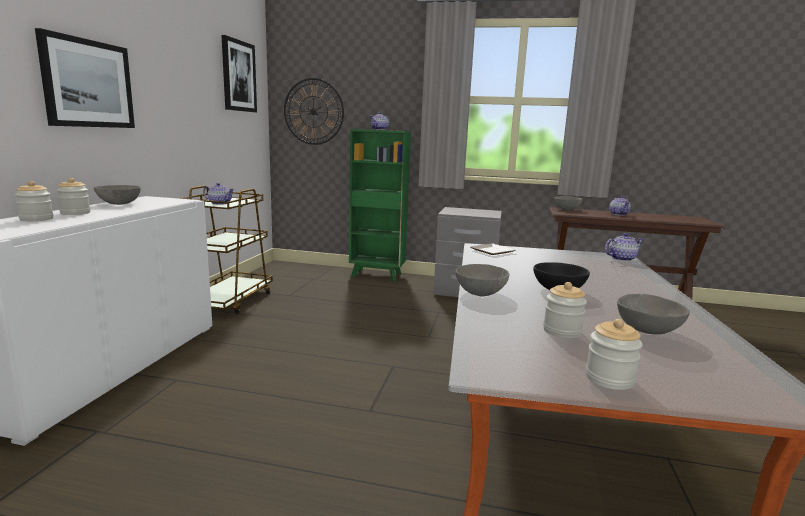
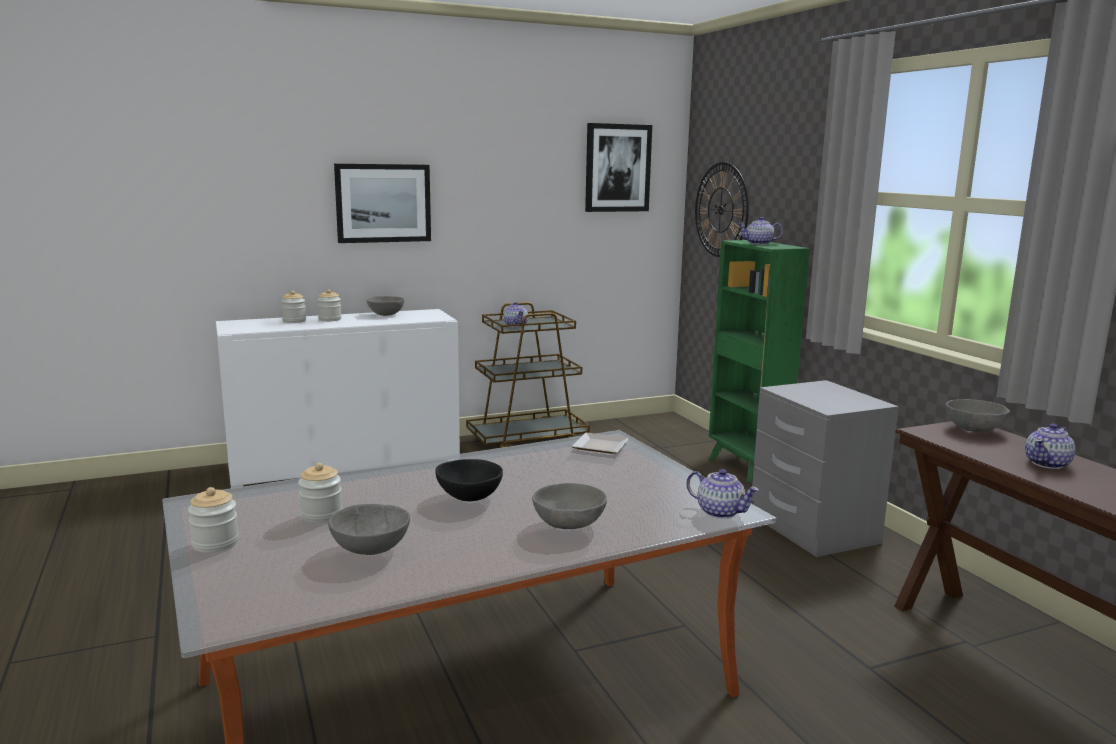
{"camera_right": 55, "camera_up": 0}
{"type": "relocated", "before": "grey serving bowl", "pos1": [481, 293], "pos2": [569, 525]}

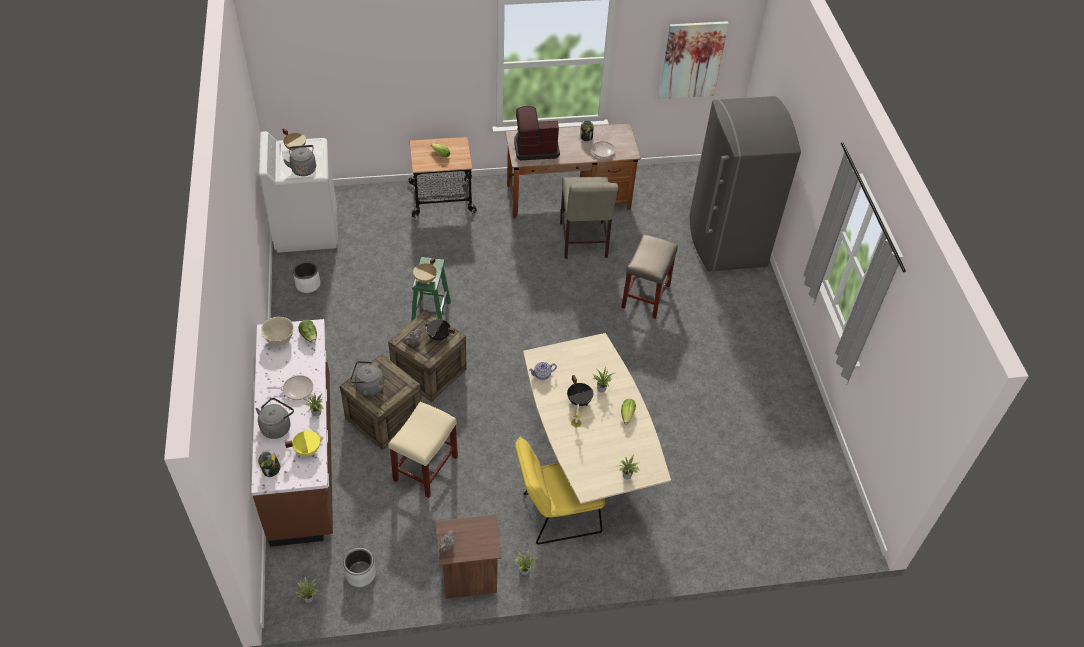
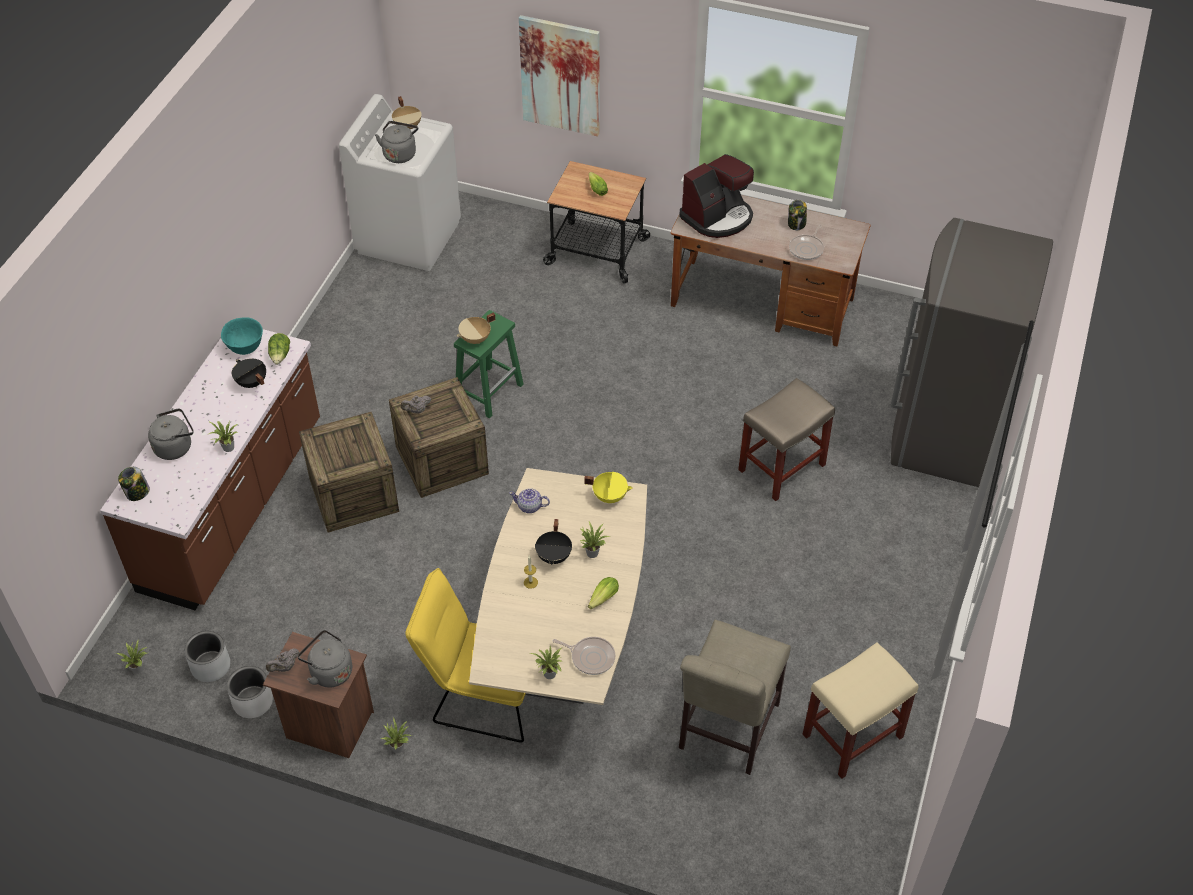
{"camera_right": 30, "camera_up": 0}
{"type": "relocated", "before": "pan", "pos1": [296, 389], "pos2": [590, 657]}
{"type": "relocated", "before": "yellowish stockpot", "pos1": [307, 449], "pos2": [609, 496]}
{"type": "relocated", "before": "white plant pot", "pos1": [308, 284], "pos2": [252, 702]}
{"type": "relocated", "before": "grey tea kettle", "pos1": [368, 387], "pos2": [329, 671]}
{"type": "relocated", "before": "beige-coloured sitting stool", "pos1": [425, 469], "pos2": [852, 737]}
{"type": "relocated", "before": "blackish stockpot", "pos1": [438, 336], "pos2": [251, 383]}
{"type": "relocated", "before": "beige-coloured plain chair", "pos1": [583, 242], "pos2": [726, 730]}
{"type": "relocated", "before": "picture", "pos1": [692, 60], "pos2": [560, 75]}
{"type": "colour", "before": "beige-coloured serving bowl", "after": "turquoise serving bowl", "pos1": [279, 339], "pos2": [245, 347]}
{"type": "spun", "before": "coffee maker", "pos1": [535, 147], "pos2": [718, 217], "turn": 120}

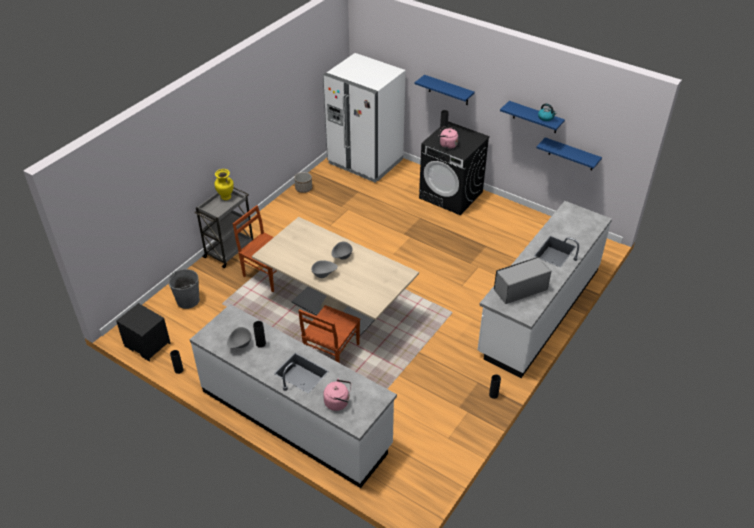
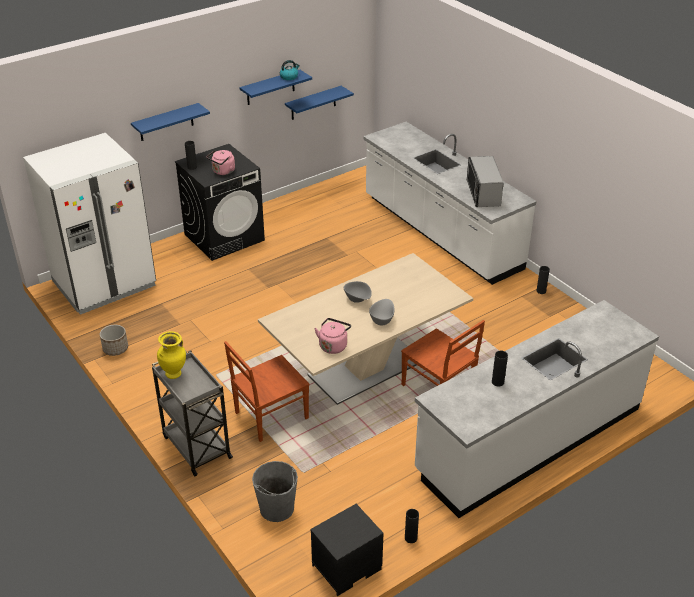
{"camera_right": -70, "camera_up": -5}
{"type": "missing", "before": "grey serving bowl", "pos1": [240, 345]}
{"type": "relocated", "before": "pink tea kettle", "pos1": [338, 402], "pos2": [333, 345]}

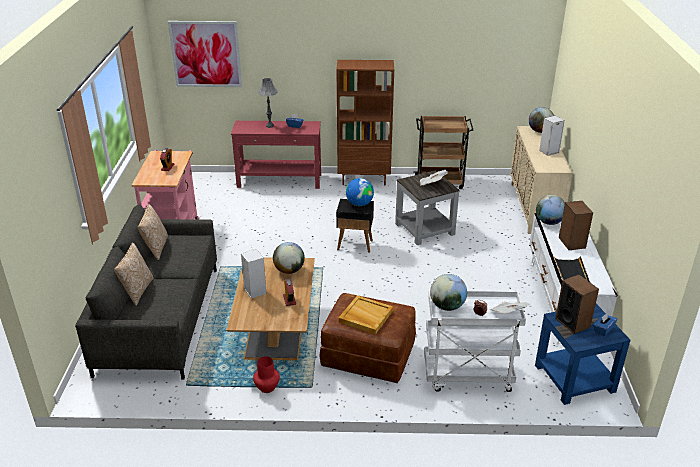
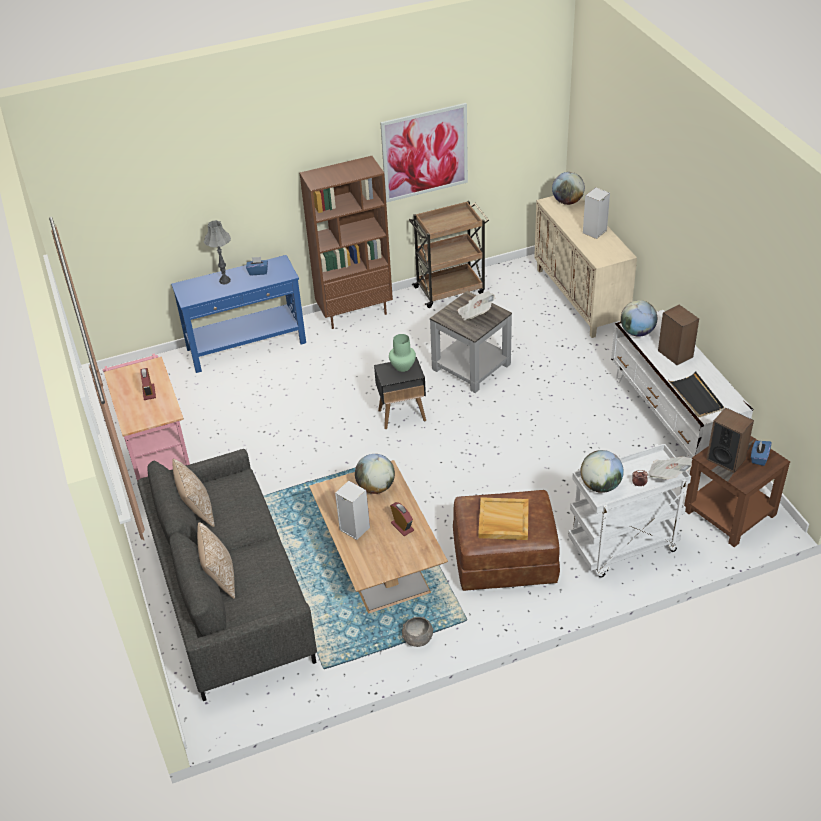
{"camera_right": -20, "camera_up": 10}
{"type": "relocated", "before": "picture", "pos1": [206, 54], "pos2": [425, 152]}
{"type": "exchanged", "before": "reddish flower vase", "after": "grey serving bowl", "pos1": [266, 387], "pos2": [417, 638]}
{"type": "exchanged", "before": "globe", "after": "green flower vase", "pos1": [359, 204], "pos2": [403, 367]}
{"type": "colour", "before": "reddish hall table", "after": "bluish hall table", "pos1": [280, 181], "pos2": [247, 346]}
{"type": "colour", "before": "bluish end table", "after": "brownish end table", "pos1": [574, 379], "pos2": [730, 513]}

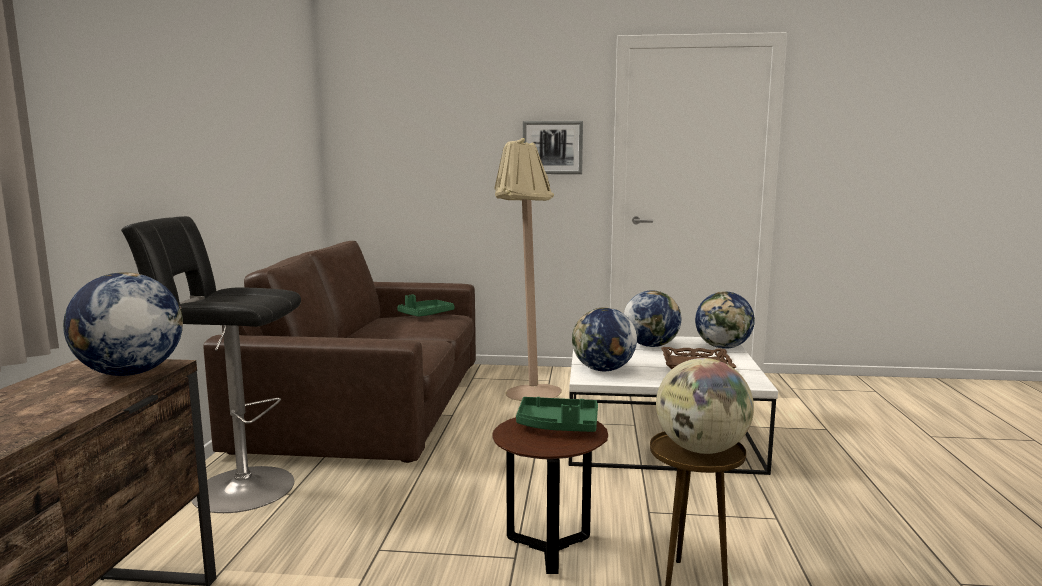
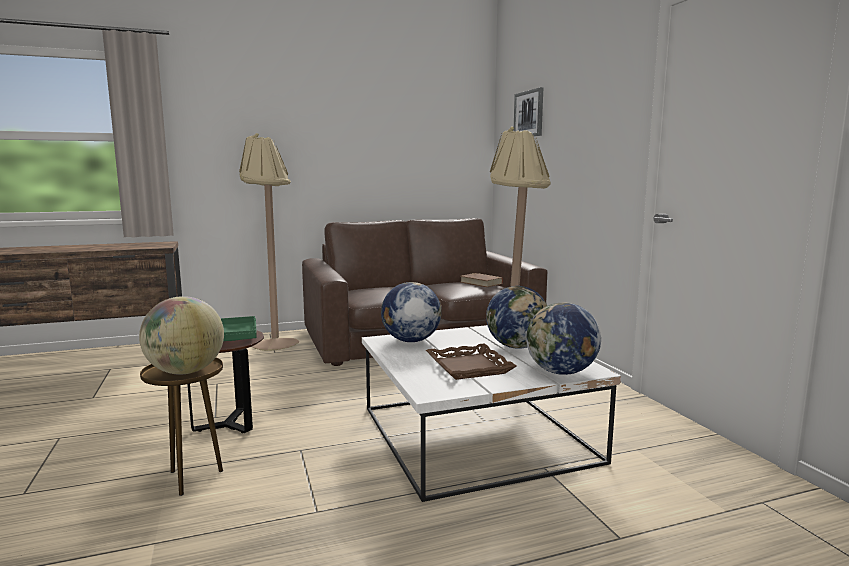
{"camera_right": 65, "camera_up": 0}
{"type": "missing", "before": "globe", "pos1": [129, 373]}
{"type": "relocated", "before": "picture", "pos1": [552, 147], "pos2": [529, 114]}
{"type": "exchanged", "before": "blackish sitting stool", "after": "beige-coloured floor lamp", "pos1": [236, 488], "pos2": [275, 342]}
{"type": "exchanged", "before": "green carrying tray", "after": "brownish bound book", "pos1": [425, 314], "pos2": [481, 283]}

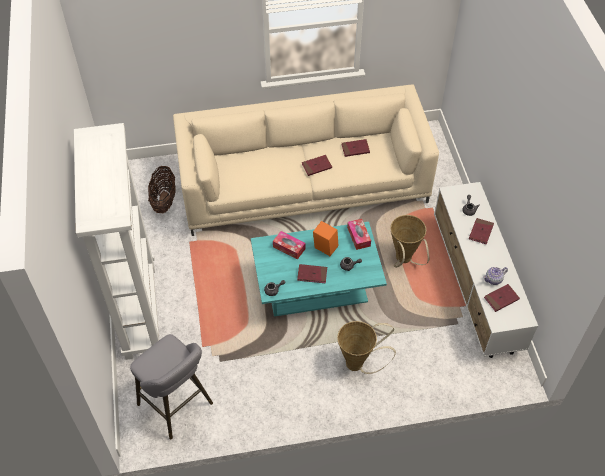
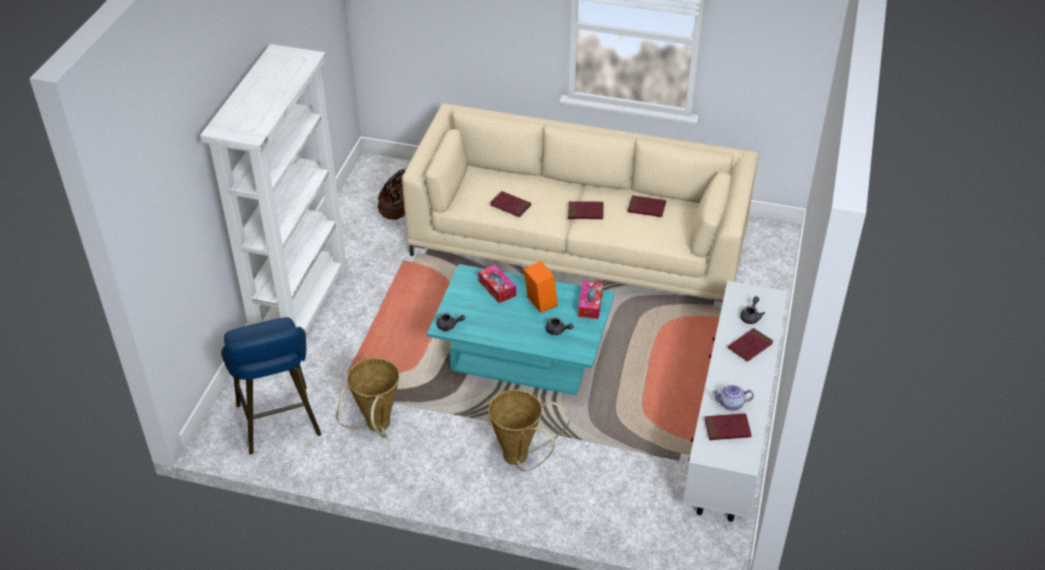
{"camera_right": 25, "camera_up": -10}
{"type": "relocated", "before": "reddish bound book", "pos1": [312, 274], "pos2": [510, 205]}
{"type": "relocated", "before": "household basket", "pos1": [404, 261], "pos2": [376, 428]}
{"type": "colour", "before": "grey sitting stool", "after": "bluish sitting stool", "pos1": [178, 406], "pos2": [279, 424]}

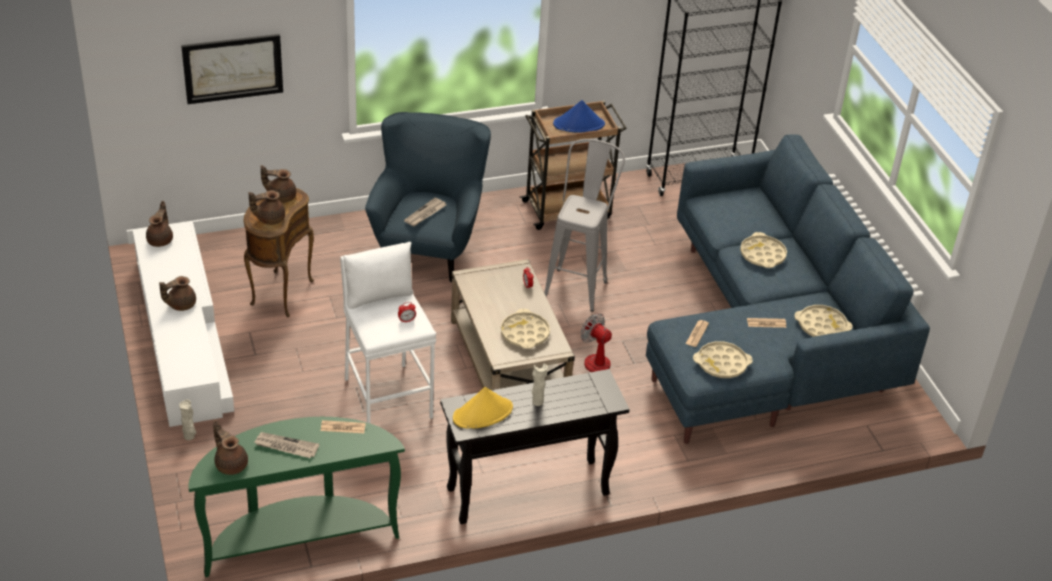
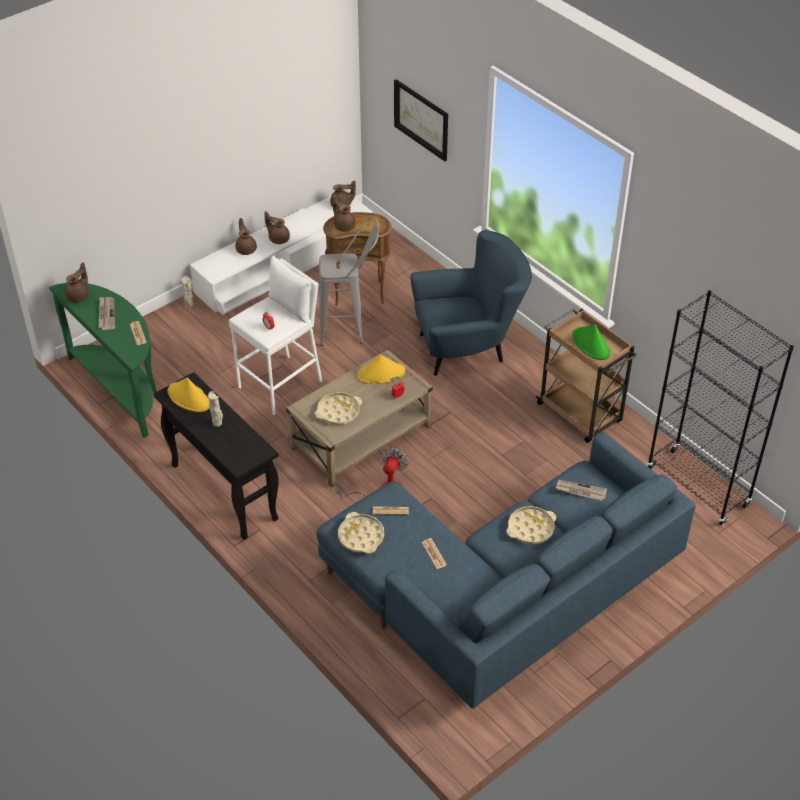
{"camera_right": 70, "camera_up": 5}
{"type": "missing", "before": "beige-coloured carrying tray", "pos1": [822, 326]}
{"type": "appeared", "after": "yellowish hat", "pos2": [381, 374]}
{"type": "relocated", "before": "brownish pot for tea", "pos1": [281, 196], "pos2": [246, 249]}
{"type": "relocated", "before": "printed paper", "pos1": [425, 214], "pos2": [580, 491]}
{"type": "relocated", "before": "grey sitting stool", "pos1": [578, 283], "pos2": [350, 329]}
{"type": "colour", "before": "bluish hat", "after": "green hat", "pos1": [579, 124], "pos2": [591, 344]}

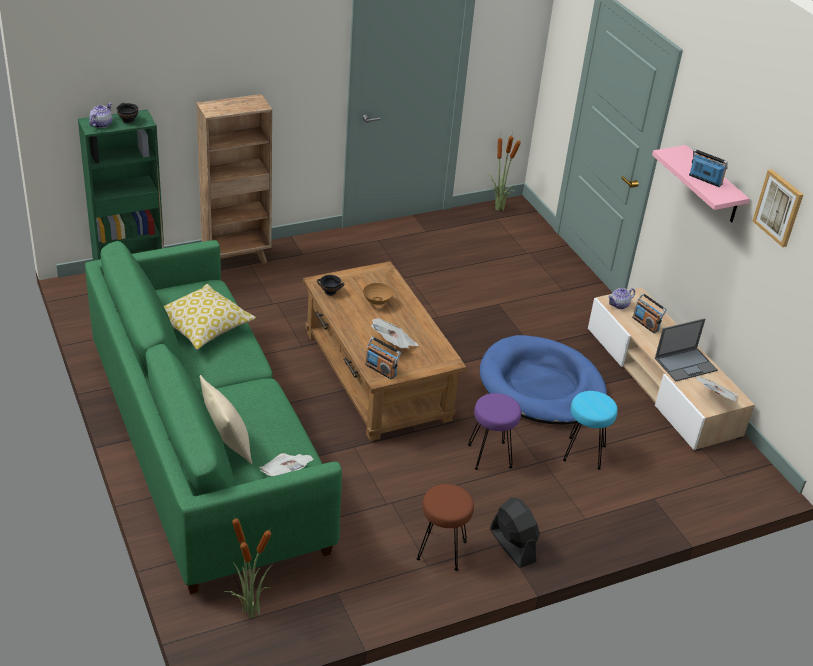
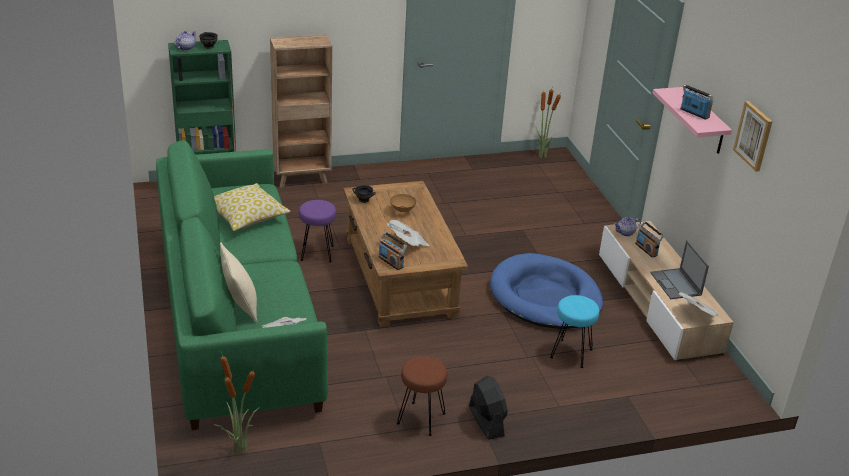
{"camera_right": 10, "camera_up": -5}
{"type": "relocated", "before": "purple-coloured sitting stool", "pos1": [490, 456], "pos2": [317, 253]}
{"type": "spun", "before": "laptop", "pos1": [686, 364], "pos2": [676, 284], "turn": 90}

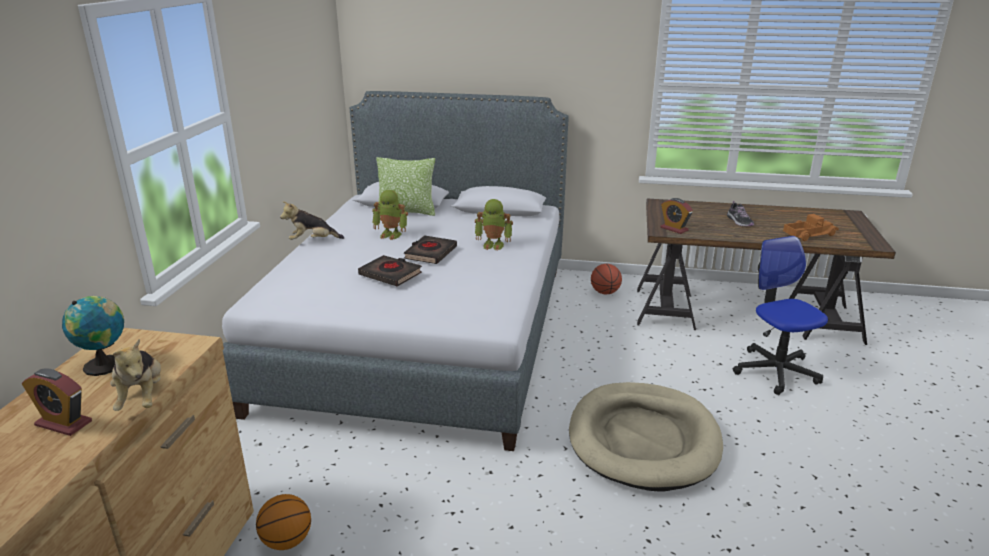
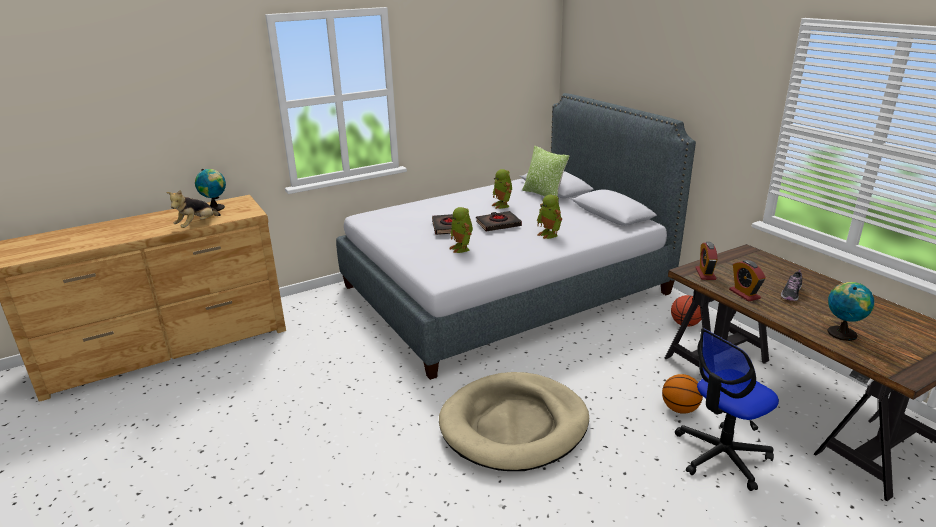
{"camera_right": 50, "camera_up": 0}
{"type": "missing", "before": "plush toy", "pos1": [312, 241]}
{"type": "appeared", "after": "toy robot", "pos2": [462, 248]}
{"type": "relocated", "before": "bedside clock", "pos1": [63, 423], "pos2": [744, 294]}
{"type": "relocated", "before": "ball for basketball", "pos1": [286, 541], "pos2": [679, 409]}
{"type": "exchanged", "before": "model truck", "after": "globe", "pos1": [808, 234], "pos2": [842, 332]}
{"type": "spun", "before": "computer chair", "pos1": [775, 371], "pos2": [721, 456], "turn": -150}

